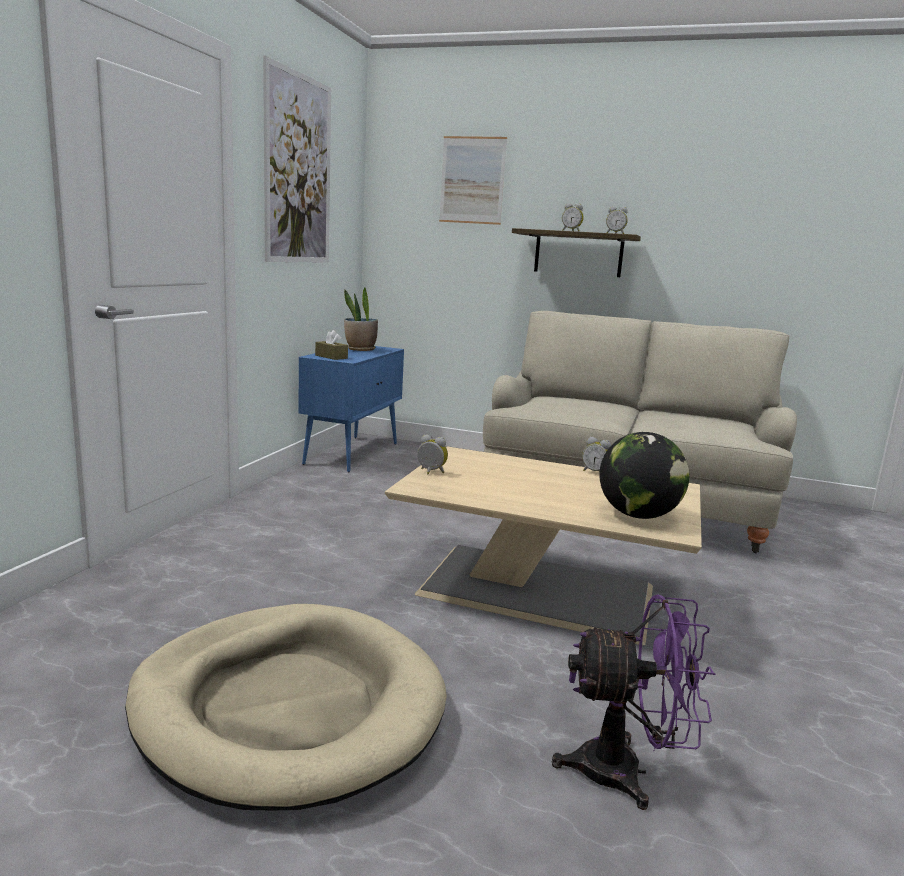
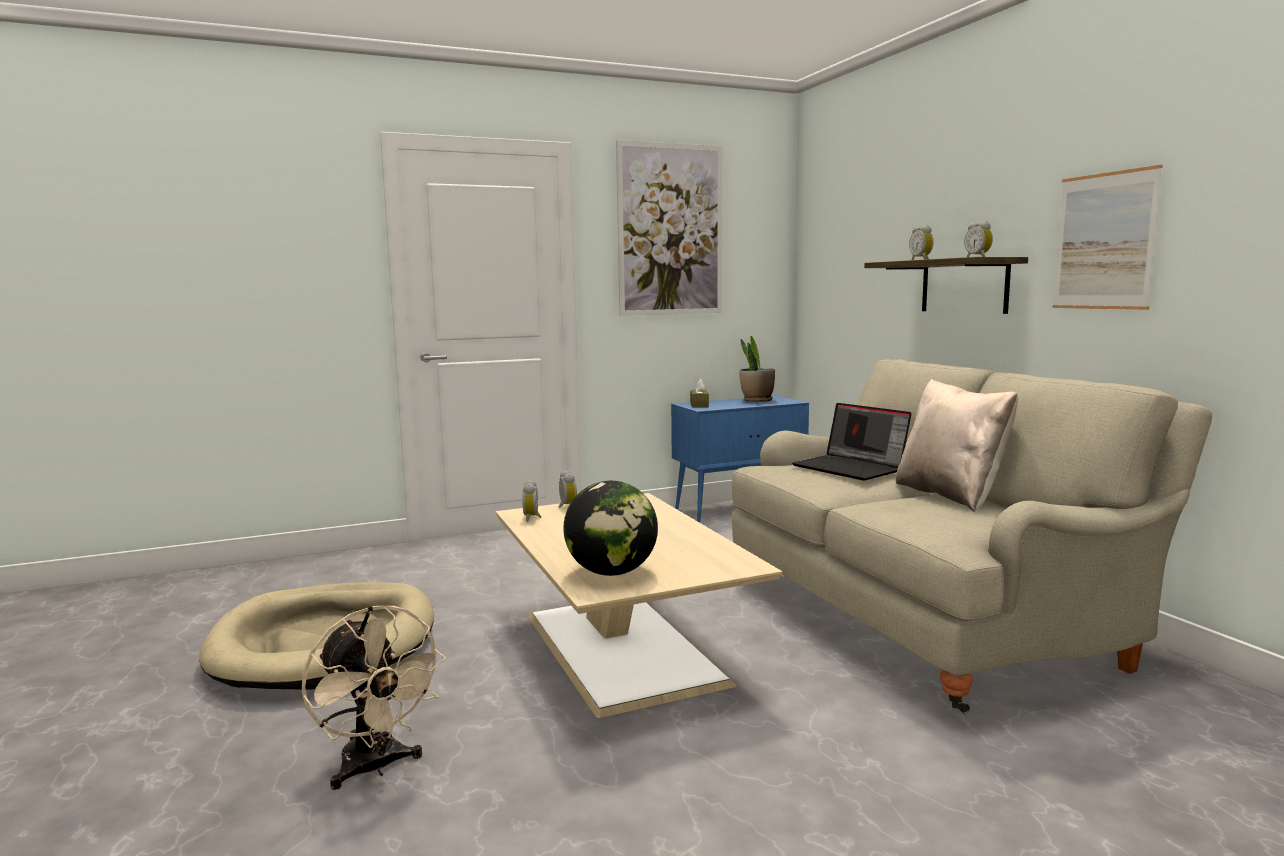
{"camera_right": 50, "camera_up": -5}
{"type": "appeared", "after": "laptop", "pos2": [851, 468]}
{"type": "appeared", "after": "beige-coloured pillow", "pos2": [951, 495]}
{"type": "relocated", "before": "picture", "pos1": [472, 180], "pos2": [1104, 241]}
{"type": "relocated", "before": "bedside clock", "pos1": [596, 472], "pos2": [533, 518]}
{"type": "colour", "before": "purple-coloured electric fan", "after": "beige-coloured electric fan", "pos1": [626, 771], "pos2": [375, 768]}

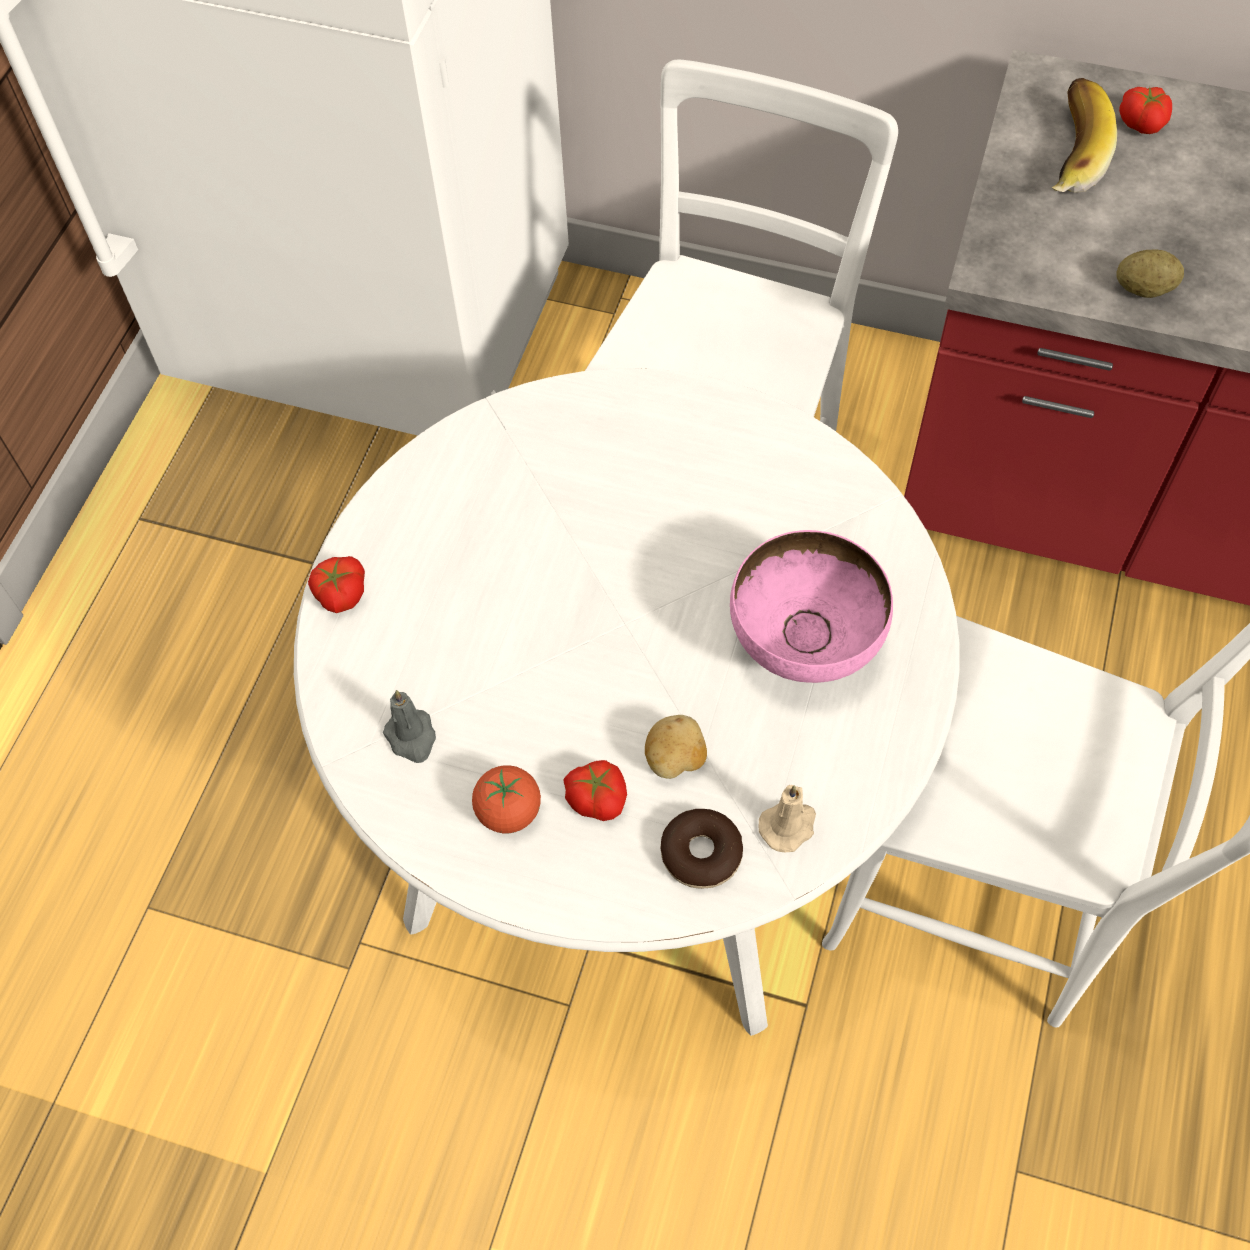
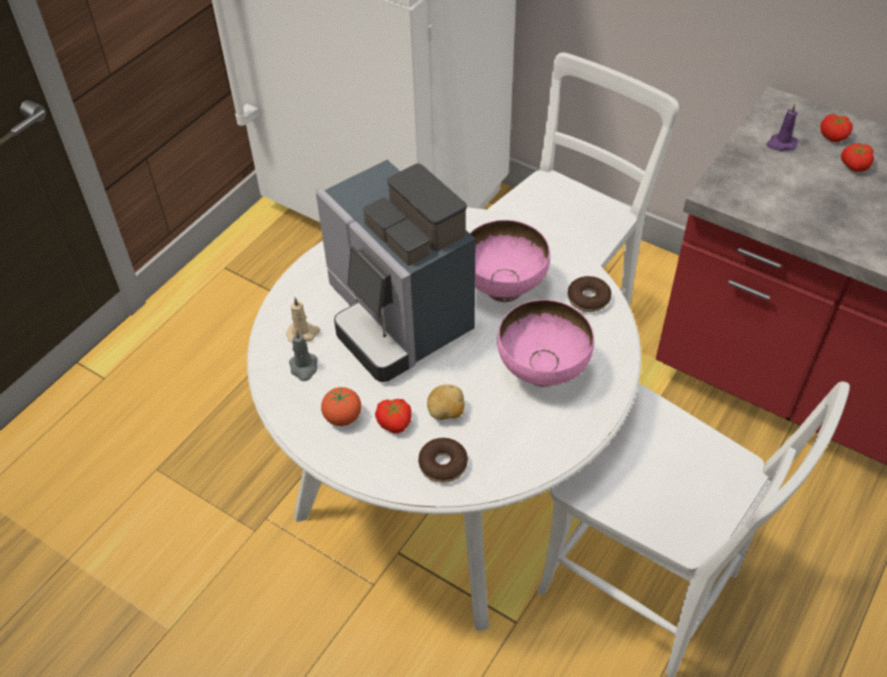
{"camera_right": 15, "camera_up": -10}
{"type": "missing", "before": "spud", "pos1": [1143, 289]}
{"type": "appeared", "after": "coffee maker", "pos2": [396, 318]}
{"type": "appeared", "after": "pink serving bowl", "pos2": [504, 287]}
{"type": "appeared", "after": "doughnut", "pos2": [588, 299]}
{"type": "relocated", "before": "tomato", "pos1": [339, 593], "pos2": [854, 165]}
{"type": "relocated", "before": "beige-coloured candle", "pos1": [789, 825], "pos2": [303, 333]}
{"type": "exchanged", "before": "banana fruit", "after": "purple-coloured candle", "pos1": [1066, 155], "pos2": [781, 144]}

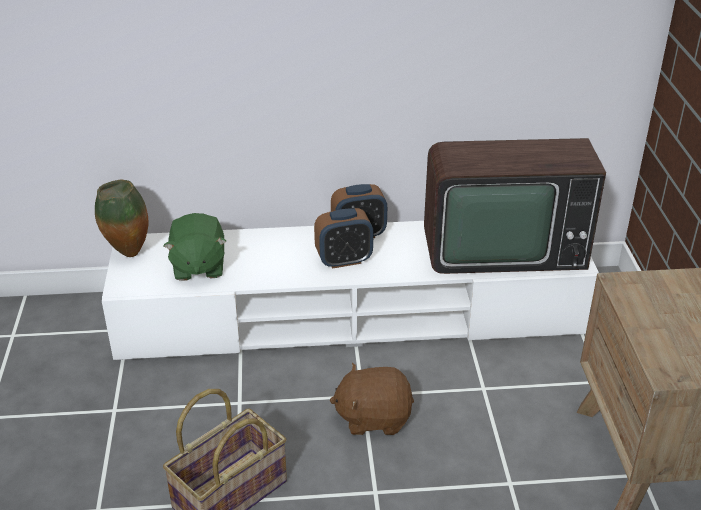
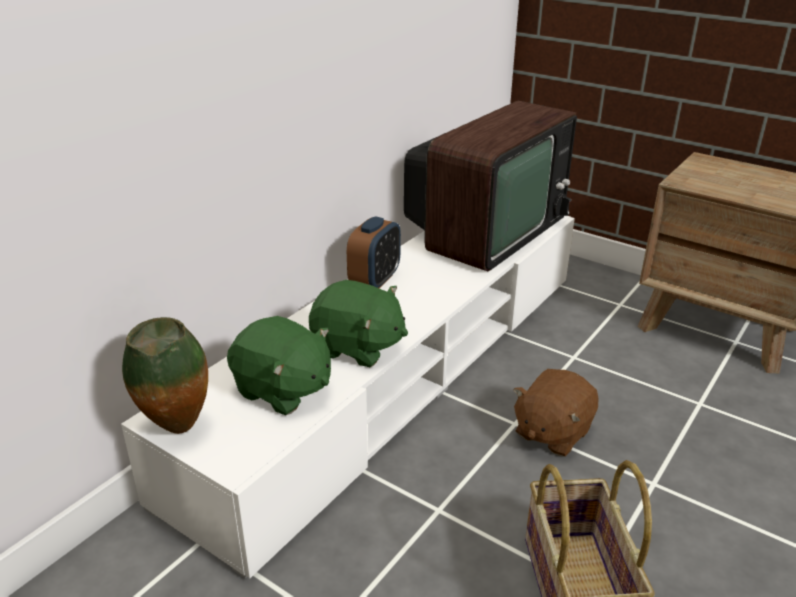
{"camera_right": -50, "camera_up": -5}
{"type": "missing", "before": "bedside clock", "pos1": [344, 260]}
{"type": "appeared", "after": "green plush toy", "pos2": [357, 347]}

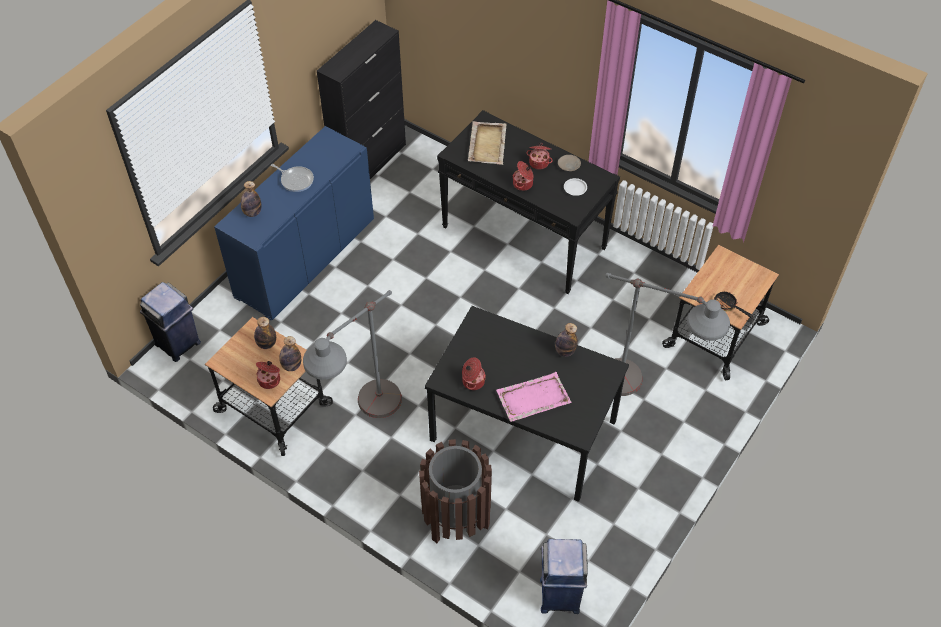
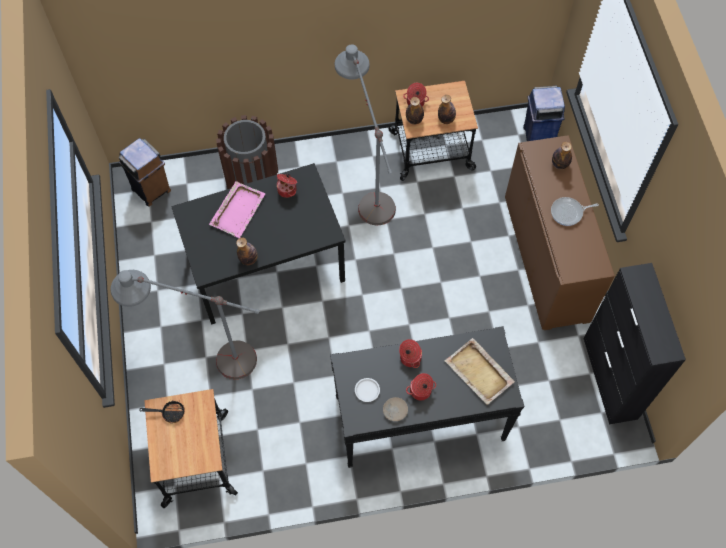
{"camera_right": 135, "camera_up": 10}
{"type": "colour", "before": "bluish cabinet", "after": "brownish cabinet", "pos1": [305, 258], "pos2": [546, 258]}
{"type": "colour", "before": "bluish trash can", "after": "brownish trash can", "pos1": [559, 594], "pos2": [151, 190]}

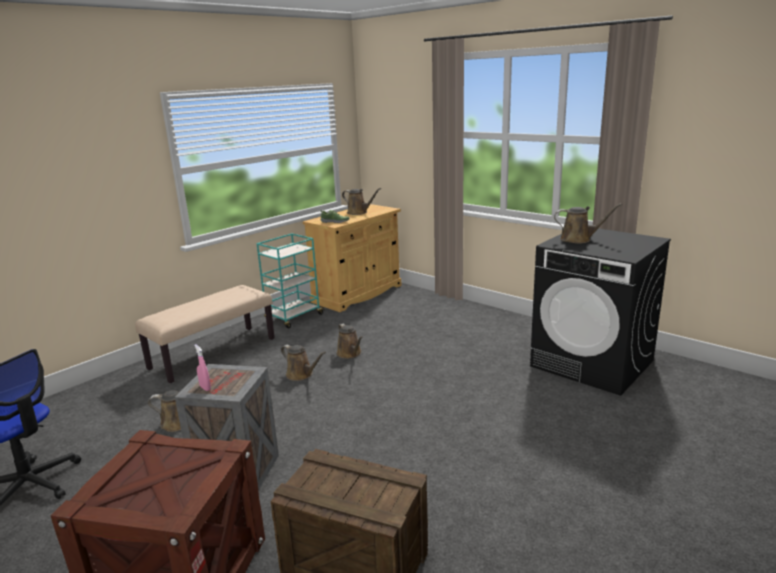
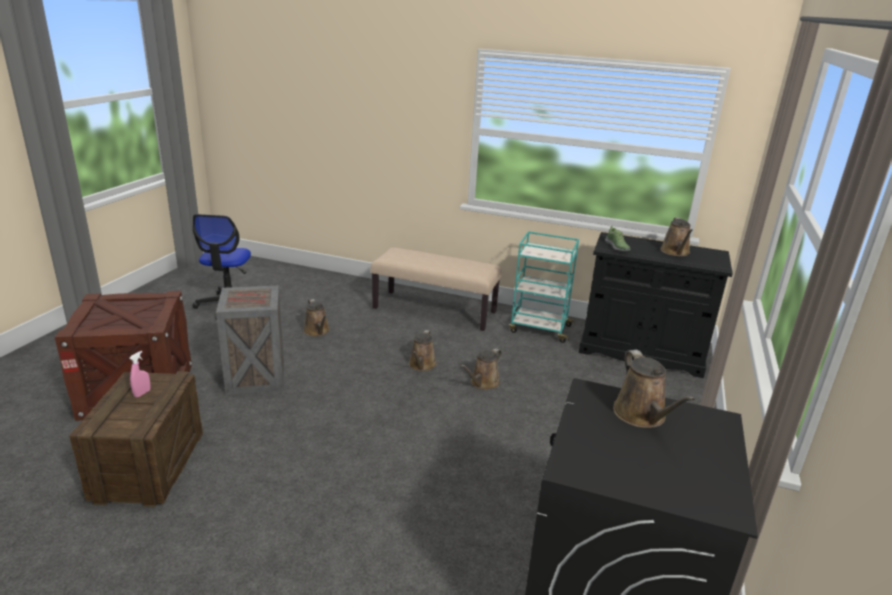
{"camera_right": 65, "camera_up": 5}
{"type": "relocated", "before": "pink spray bottle", "pos1": [205, 388], "pos2": [142, 393]}
{"type": "colour", "before": "beige-coloured cabinet", "after": "blackish cabinet", "pos1": [357, 294], "pos2": [641, 352]}

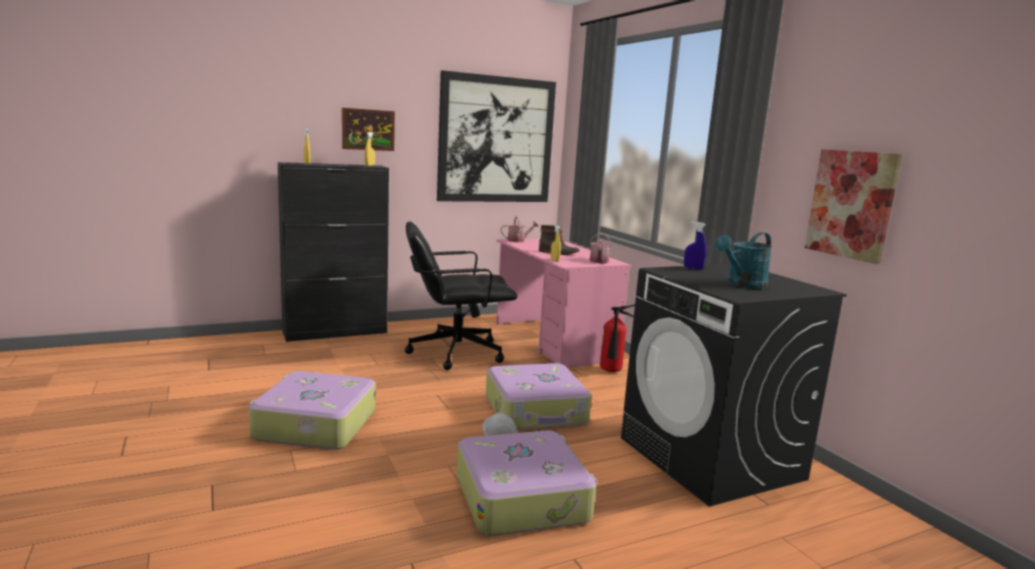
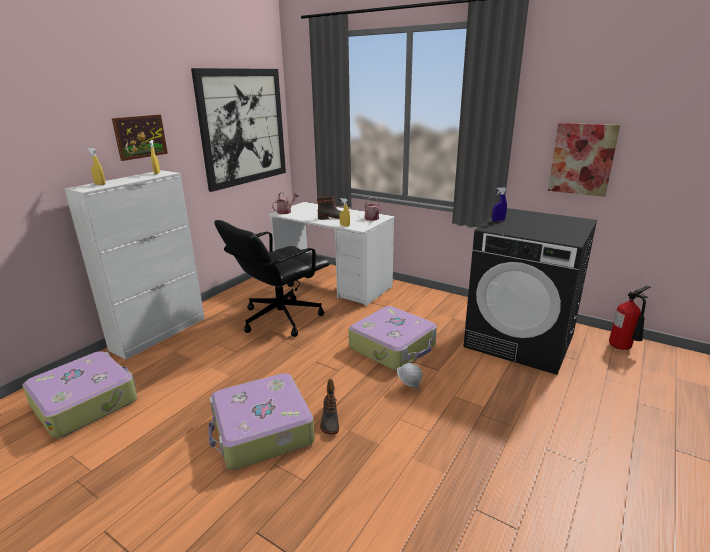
{"camera_right": -30, "camera_up": 10}
{"type": "missing", "before": "turquoise watering pot", "pos1": [742, 285]}
{"type": "appeared", "after": "tall boot", "pos2": [329, 420]}
{"type": "relocated", "before": "suitcase", "pos1": [522, 497], "pos2": [86, 402]}
{"type": "relocated", "before": "fire-fighting cylinder", "pos1": [611, 371], "pos2": [623, 348]}
{"type": "colour", "before": "blackish cabinet", "after": "white cabinet", "pos1": [336, 332], "pos2": [160, 333]}
{"type": "colour", "before": "pink desk unit", "after": "white desk unit", "pos1": [553, 341], "pos2": [333, 284]}

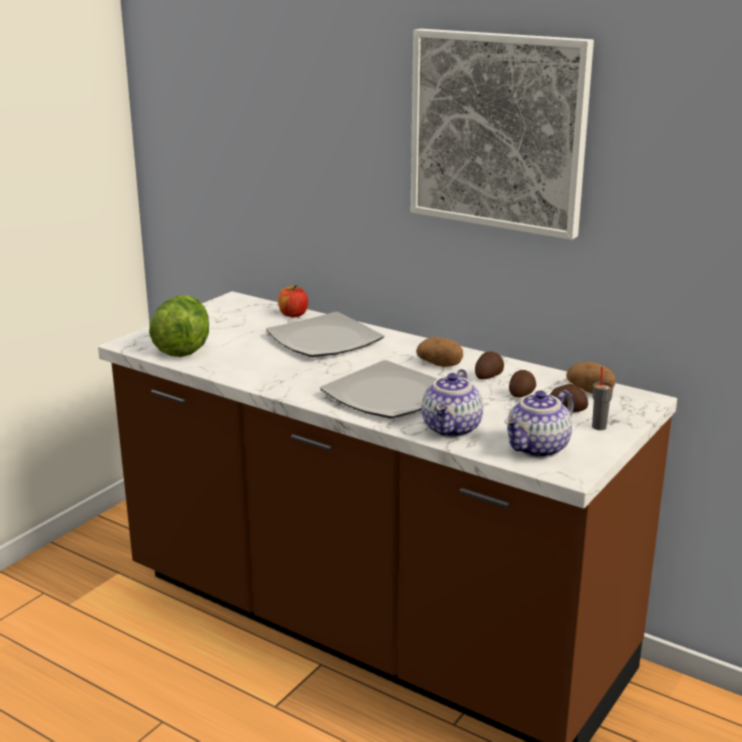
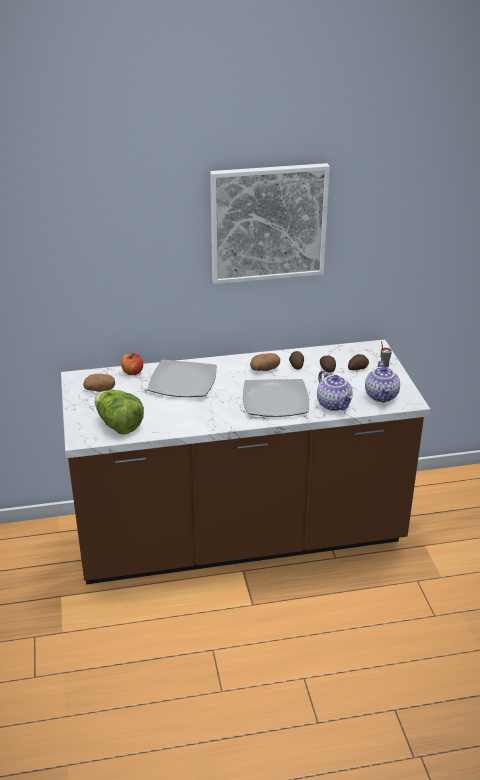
{"camera_right": -45, "camera_up": 10}
{"type": "relocated", "before": "spud", "pos1": [591, 391], "pos2": [100, 390]}

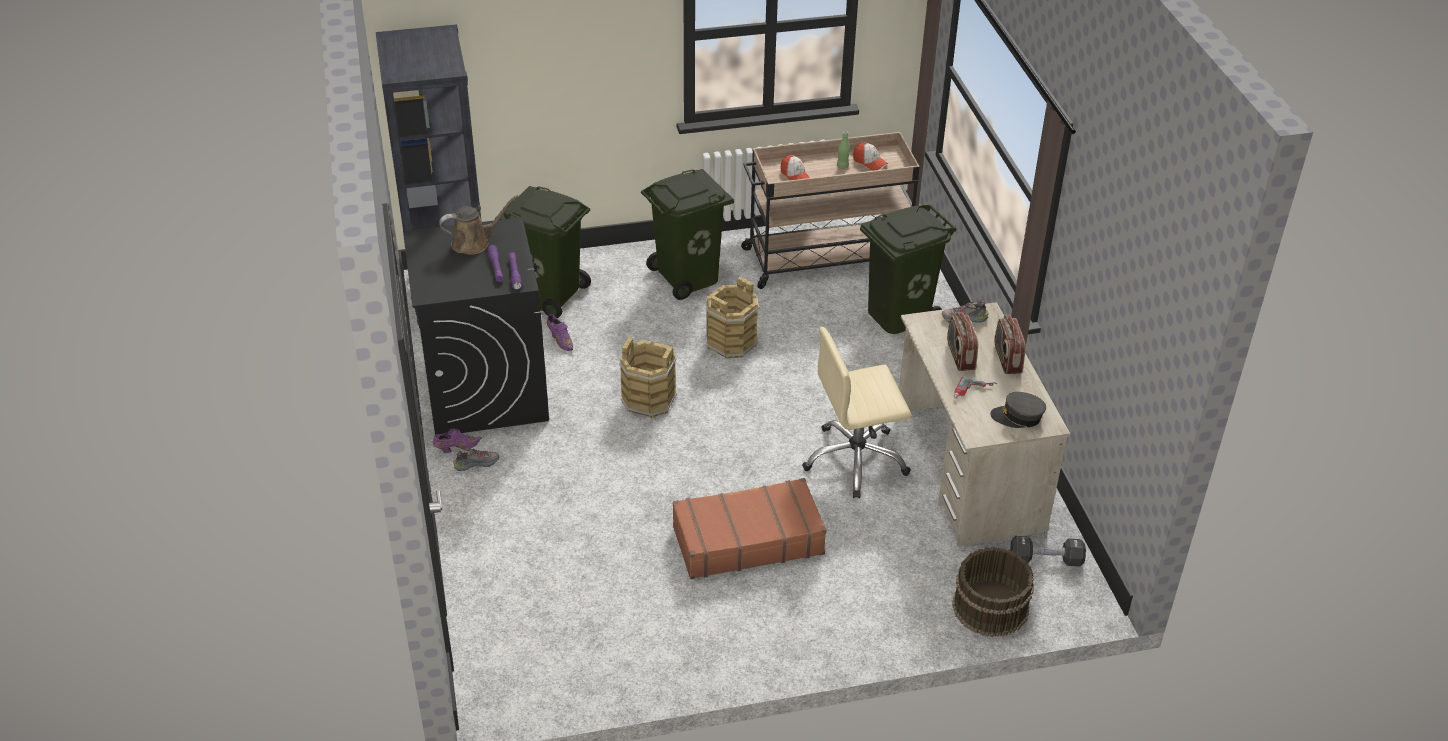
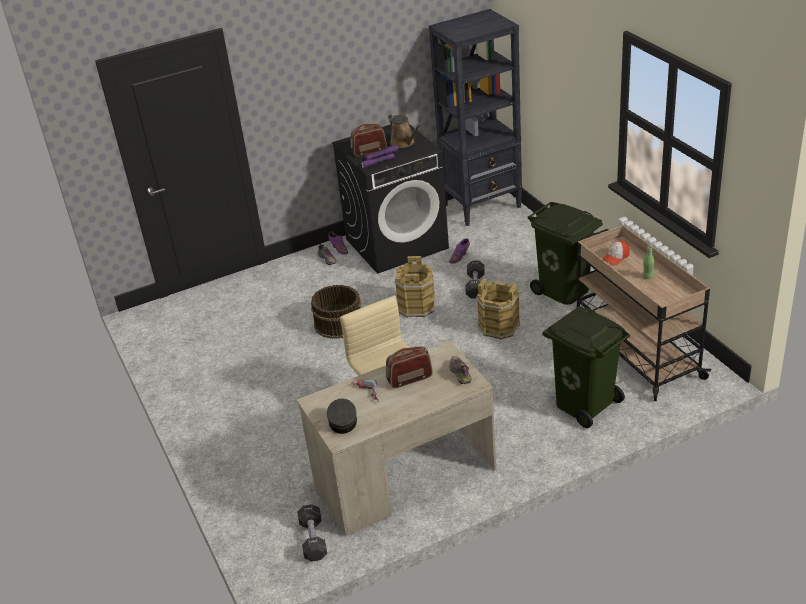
{"camera_right": 80, "camera_up": -5}
{"type": "missing", "before": "green trash can", "pos1": [549, 294]}
{"type": "missing", "before": "brownish suitcase", "pos1": [747, 540]}
{"type": "missing", "before": "baseball cap", "pos1": [869, 162]}
{"type": "appeared", "after": "blackish dumbbell", "pos2": [475, 286]}
{"type": "relocated", "before": "brownish water bucket", "pos1": [989, 606], "pos2": [339, 323]}
{"type": "relocated", "before": "radio set", "pos1": [1007, 359], "pos2": [369, 151]}

